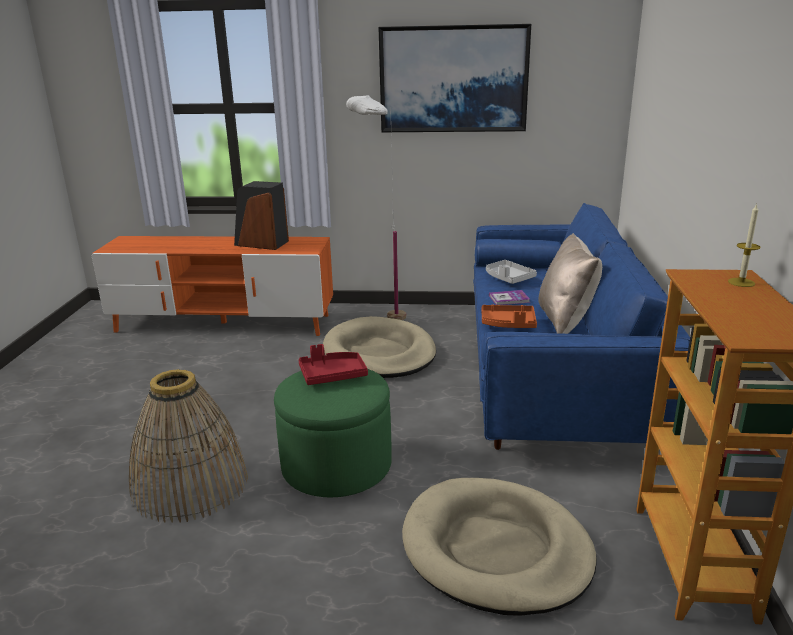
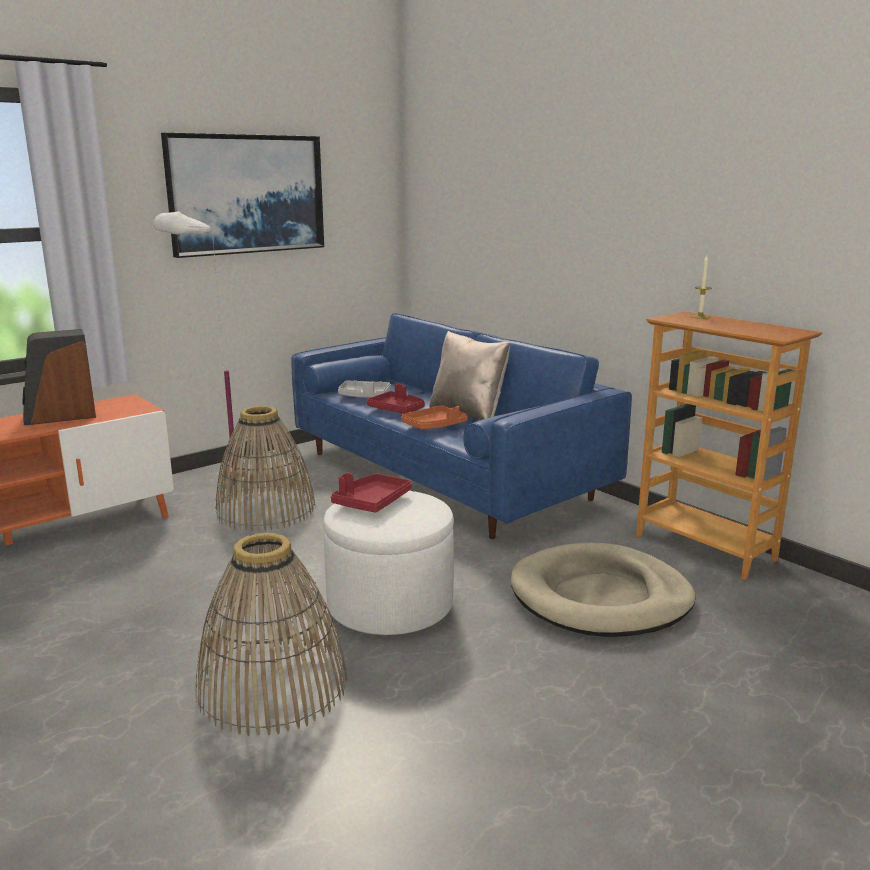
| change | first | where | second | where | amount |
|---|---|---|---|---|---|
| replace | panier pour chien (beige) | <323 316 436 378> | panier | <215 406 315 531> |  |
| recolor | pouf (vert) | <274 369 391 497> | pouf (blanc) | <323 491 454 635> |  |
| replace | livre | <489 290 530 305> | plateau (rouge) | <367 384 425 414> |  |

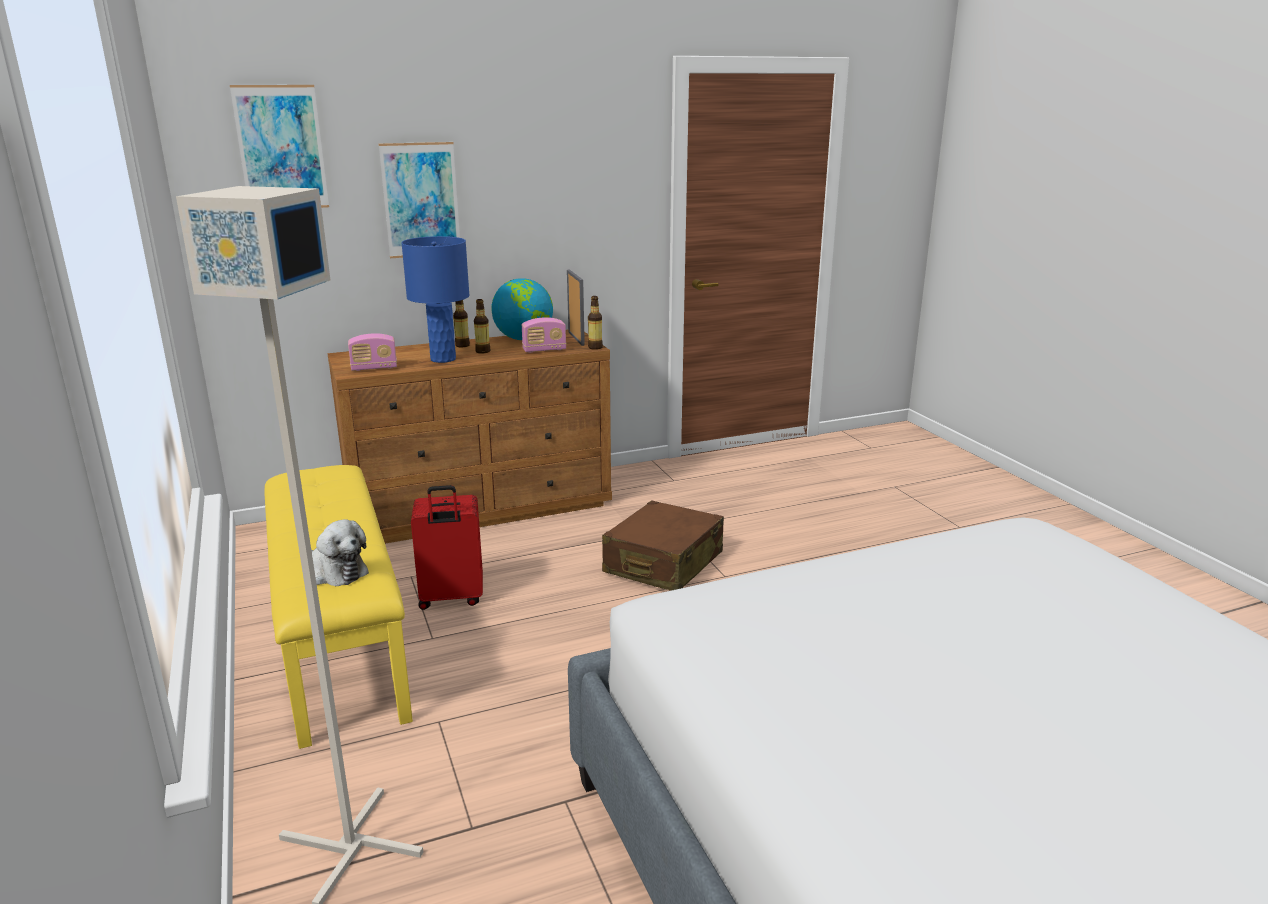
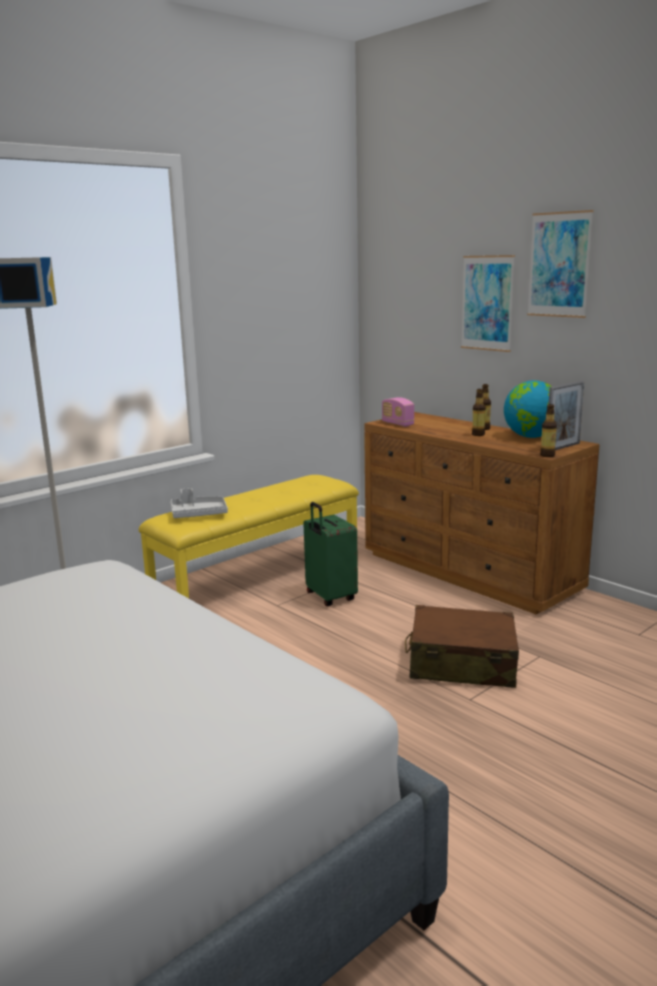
| change | first | where | second | where | amount |
|---|---|---|---|---|---|
| replace | peluche | <311 519 369 586> | plateau (gris) | <170 488 228 518> |  |
| recolor | valise (rouge) | <411 485 483 610> | valise (vert) | <303 502 358 606> |  |
| move | tableau | <230 85 329 208> |  | <527 210 594 318> |  |
| delete | lampe de table (bleu) | <401 236 470 363> |  |  |  |
| delete | radio | <522 317 566 353> |  |  |  |

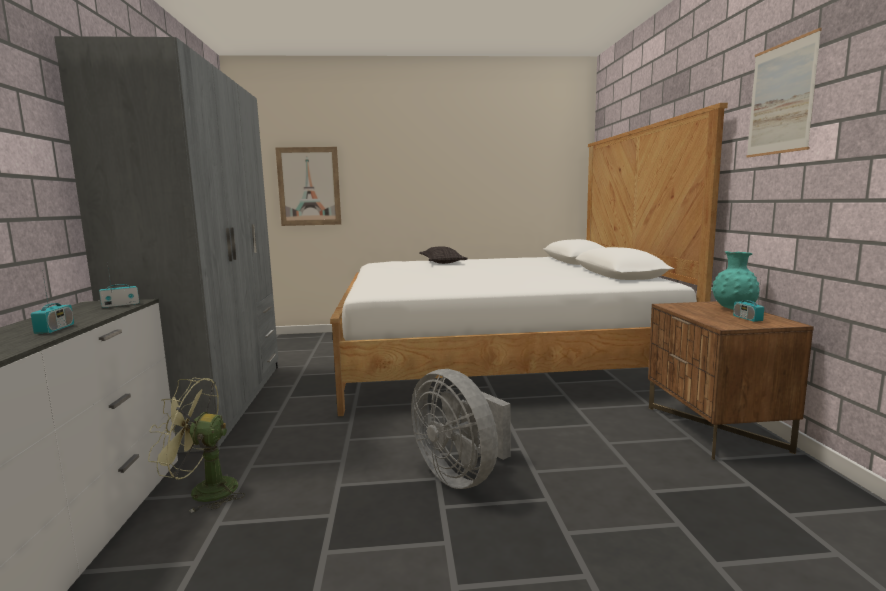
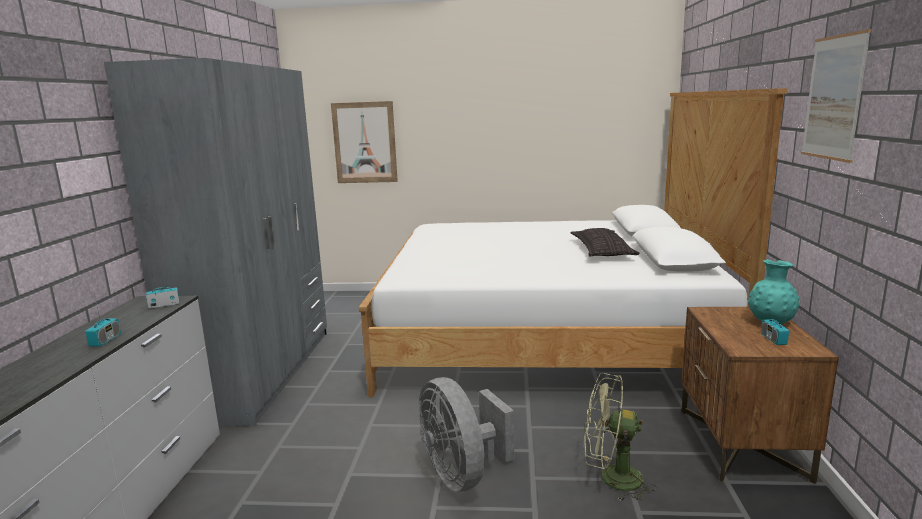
| change | first | where | second | where | amount |
|---|---|---|---|---|---|
| move | coussin | <420 246 468 264> |  | <571 228 640 257> |  |
| move | ventilateur (vert) | <148 378 245 513> |  | <584 373 657 501> |  |

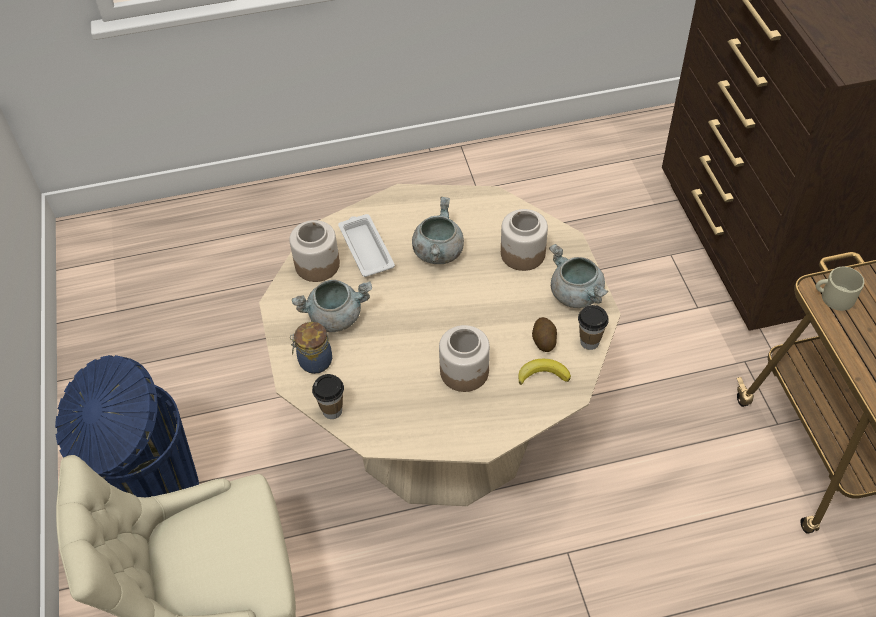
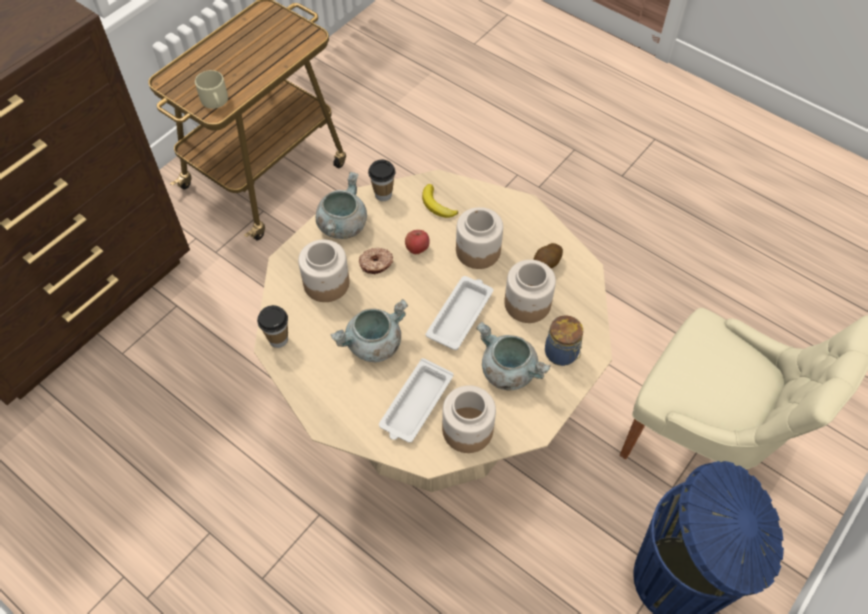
| change | first | where | second | where | amount |
|---|---|---|---|---|---|
| move | tasse | <312 374 344 419> |  | <257 305 288 348> |  |
| insert |  |  | beignet | <359 247 393 274> |  |
| insert |  |  | pomme | <405 230 430 254> |  |
| insert |  |  | plateau (blanc) | <426 276 493 350> |  |
| insert |  |  | bocal | <504 260 556 323> |  |
| move | pomme de terre | <532 317 557 352> |  | <533 243 563 268> |  |

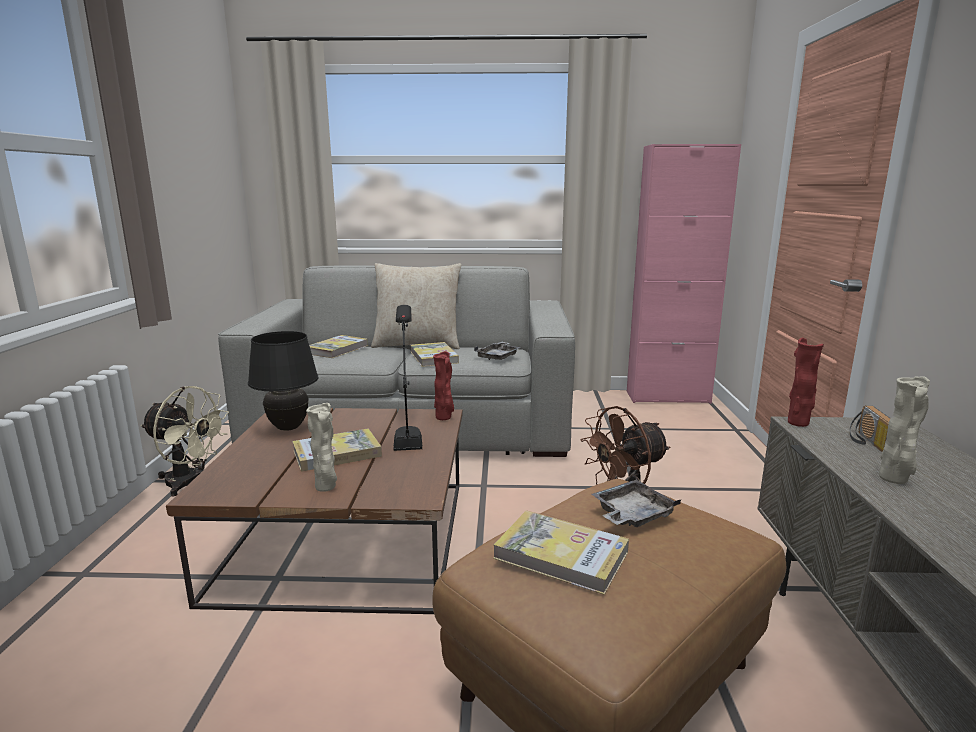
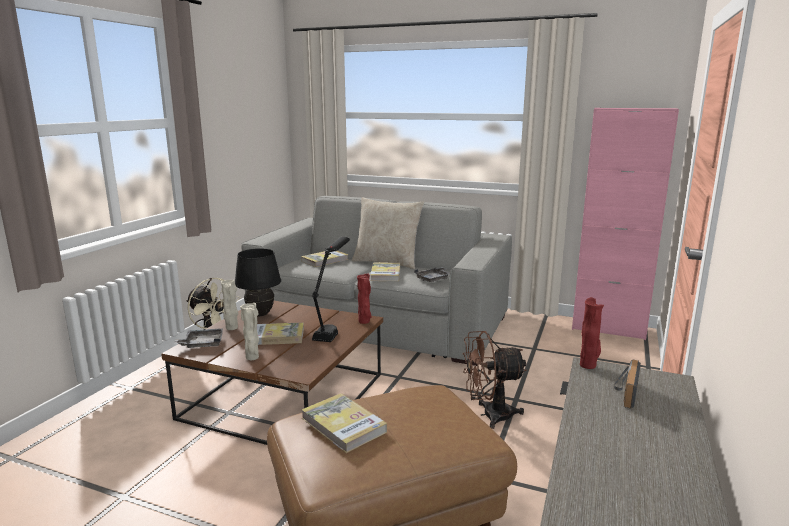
| change | first | where | second | where | amount |
|---|---|---|---|---|---|
| move | plateau (gris) | <591 480 681 527> |  | <174 328 223 348> |  |
| move | vase (beige) | <879 376 930 484> |  | <221 280 238 330> |  |

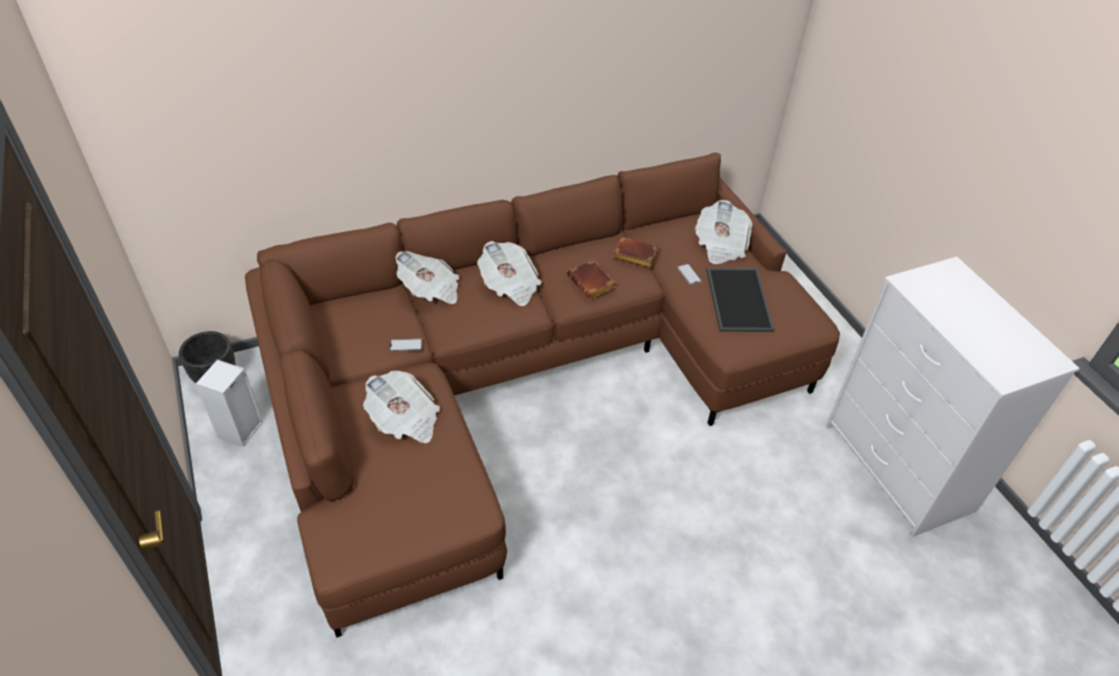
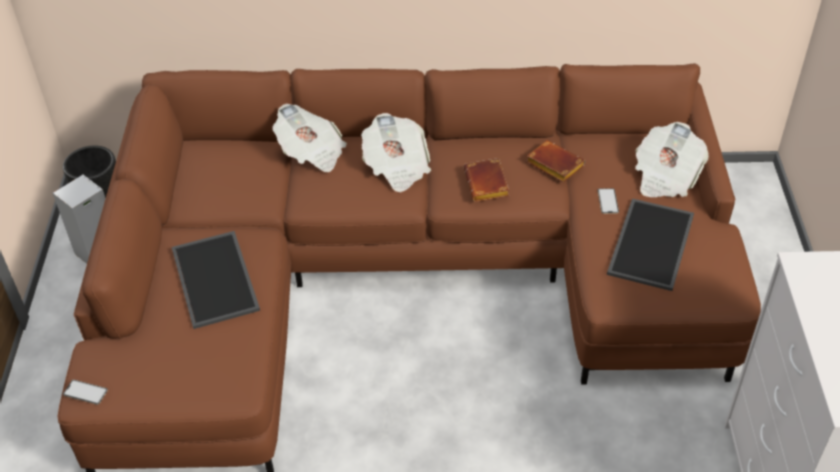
| change | first | where | second | where | amount |
|---|---|---|---|---|---|
| move | téléphone | <389 339 422 352> |  | <63 380 108 405> |  |
| replace | journal | <363 371 440 443> | plateau | <172 231 260 329> |  |

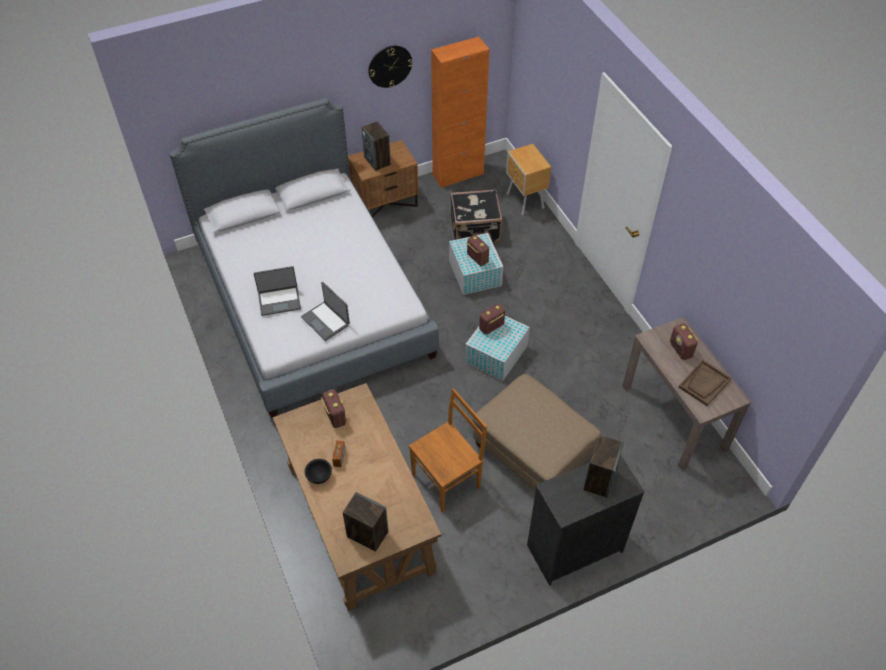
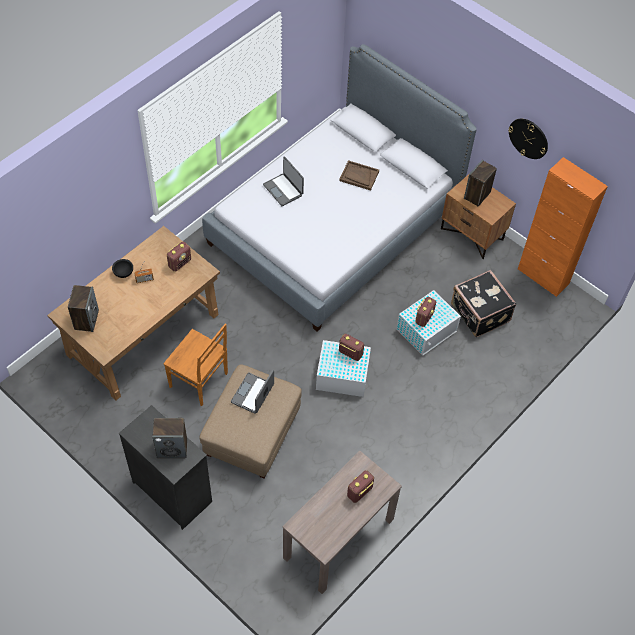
| change | first | where | second | where | amount |
|---|---|---|---|---|---|
| move | ordinateur portable | <301 282 350 341> |  | <231 370 274 414> |  |
| move | plateau (marron) | <678 360 731 406> |  | <339 160 379 190> |  |
| delete | table de chevet (marron) | <506 144 551 215> |  |  |  |

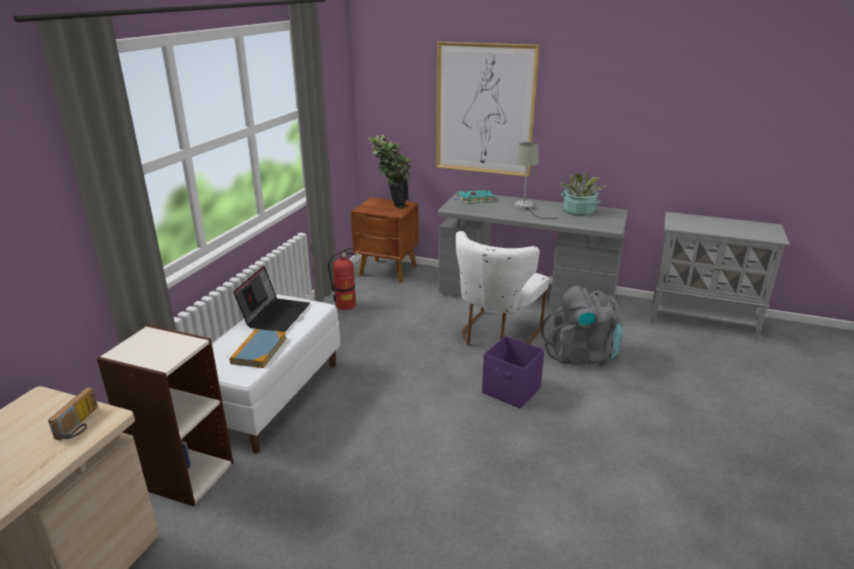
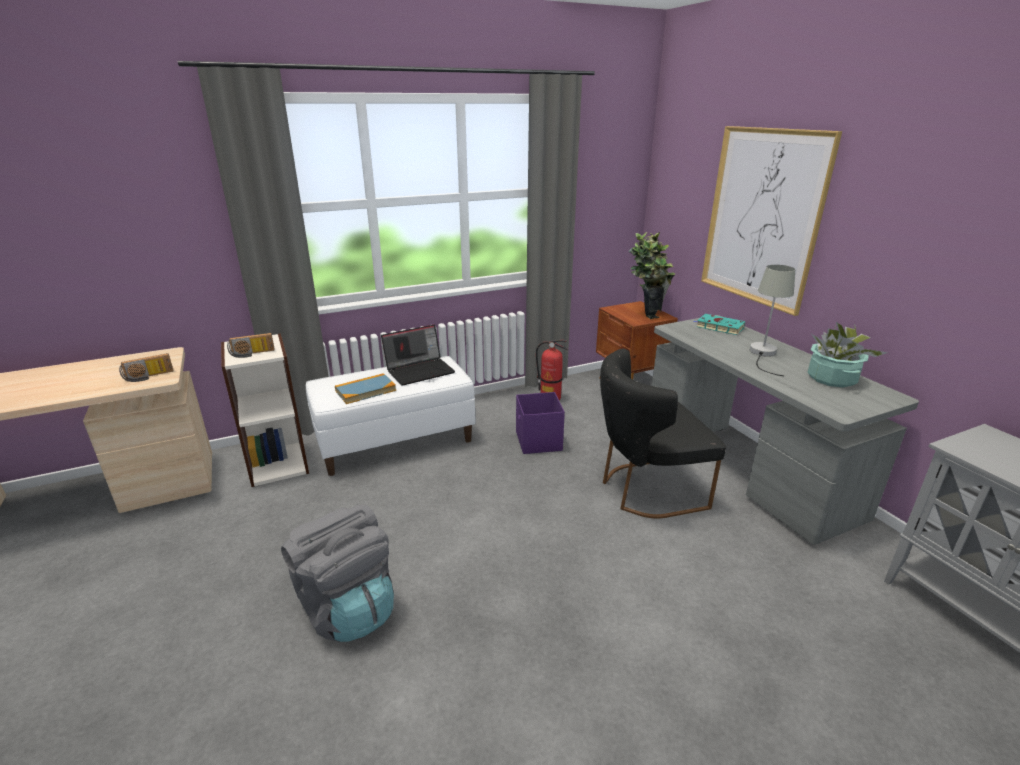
| change | first | where | second | where | amount |
|---|---|---|---|---|---|
| insert |  |  | radio | <227 333 275 358> |  |
| move | sac à dos (gris) | <541 286 623 366> |  | <281 505 394 642> |  |
| move | boîte de rangement (violet) | <482 336 544 409> |  | <516 392 565 454> |  |
| recolor | chaise (blanc) | <456 231 549 345> | chaise (noir) | <600 349 726 519> |  |

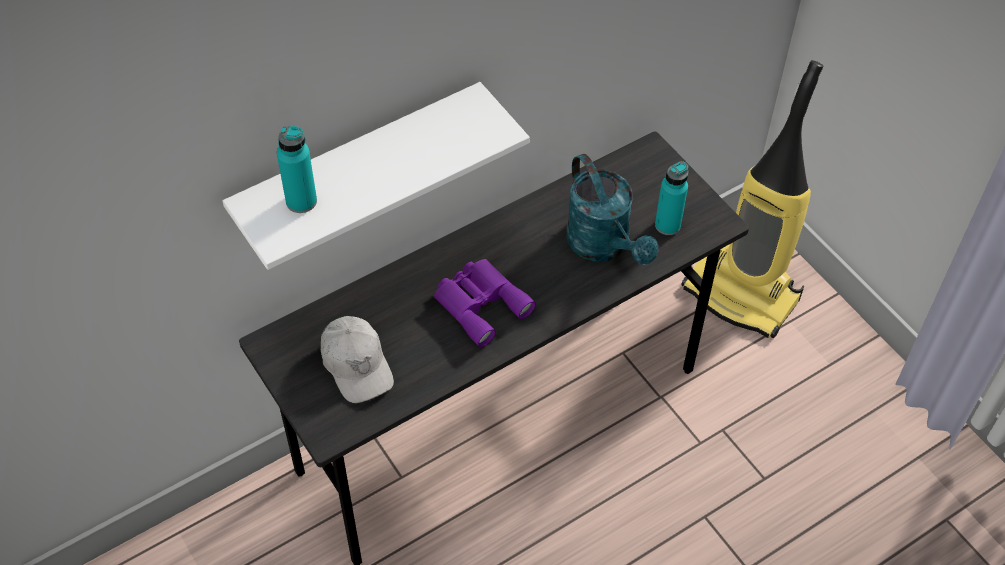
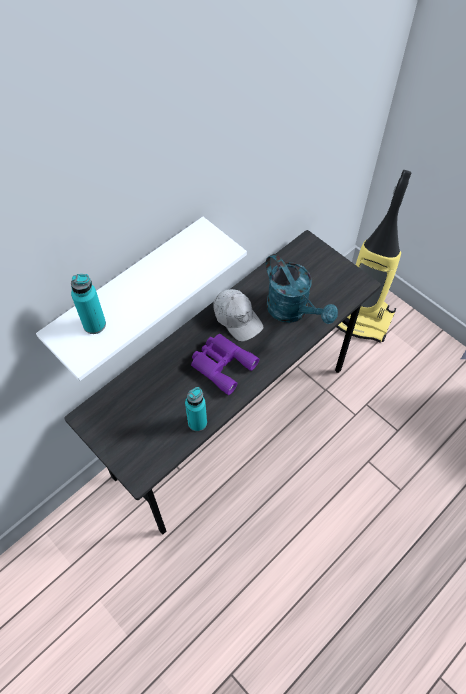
| change | first | where | second | where | amount |
|---|---|---|---|---|---|
| move | bouteille (turquoise) | <655 161 689 235> |  | <185 387 207 432> |  |
| move | casquette (blanc) | <321 316 394 403> |  | <213 289 263 342> |  |

